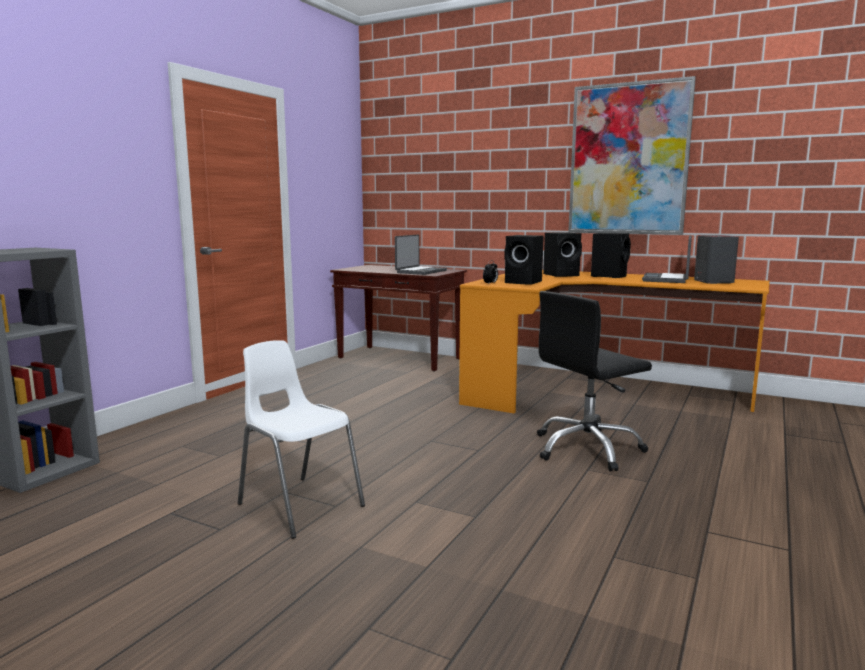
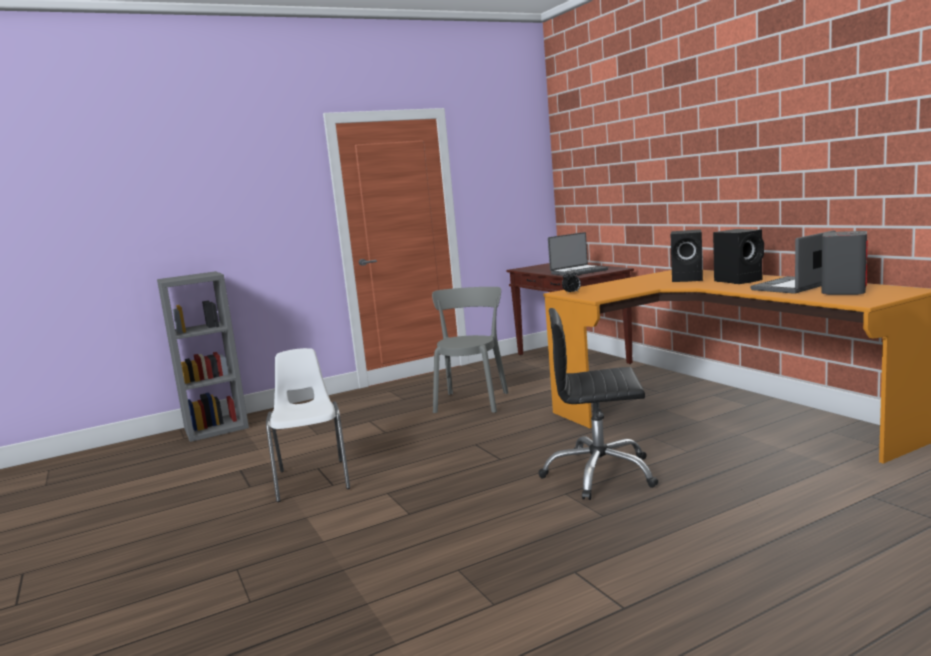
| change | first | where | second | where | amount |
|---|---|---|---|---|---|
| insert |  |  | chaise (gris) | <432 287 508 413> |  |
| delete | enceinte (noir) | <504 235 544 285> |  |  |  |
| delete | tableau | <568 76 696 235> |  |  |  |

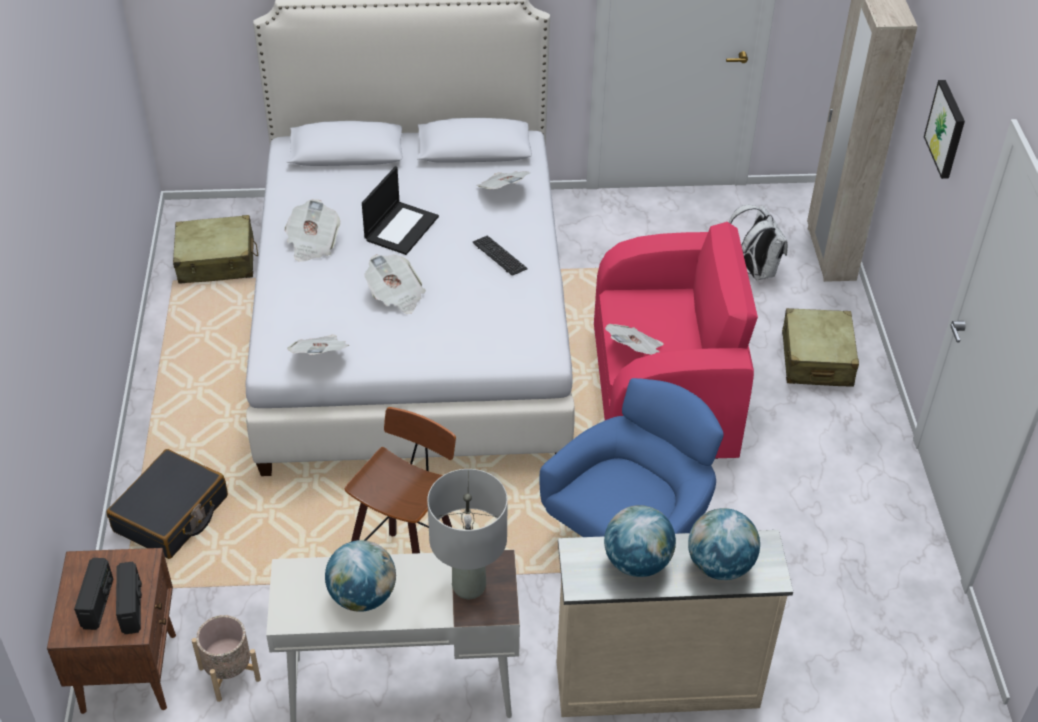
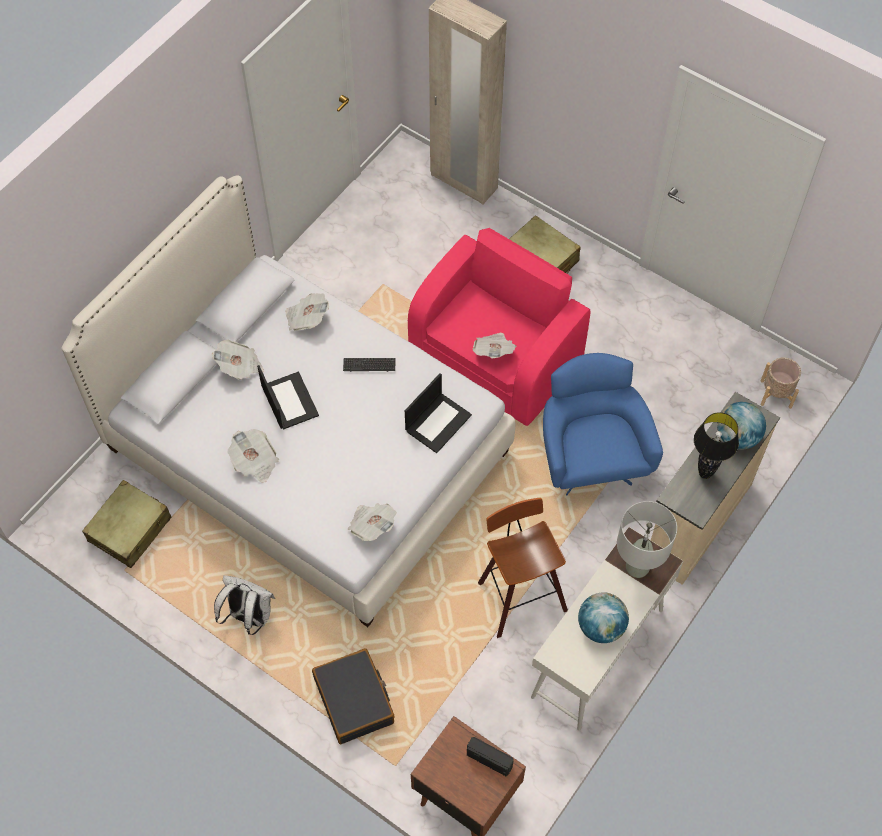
| change | first | where | second | where | amount |
|---|---|---|---|---|---|
| move | journal | <364 254 426 314> |  | <212 340 264 380> |  |
| move | sac à dos (blanc) | <729 205 788 280> |  | <214 575 275 635> |  |
| insert |  |  | ordinateur portable | <405 373 472 453> |  |
| replace | globe | <604 505 676 577> | lampe de table (noir) | <694 412 739 479> |  |
| move | cache-pot (beige) | <192 615 261 702> |  | <761 357 801 409> |  |
| delete | radio | <74 558 113 630> |  |  |  |
| delete | tableau | <924 80 965 179> |  |  |  |

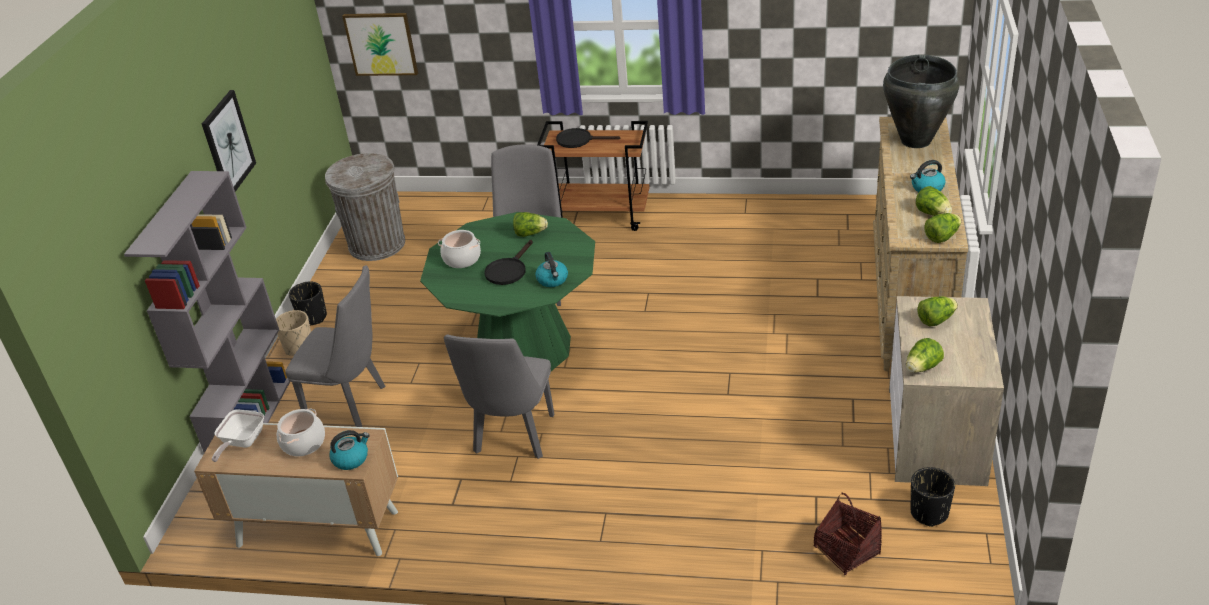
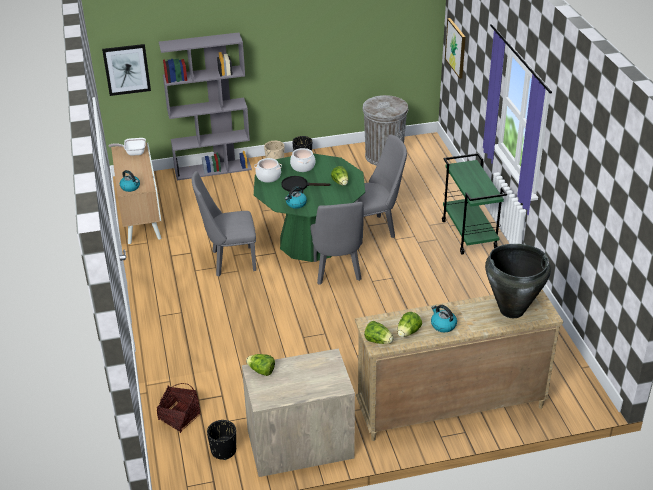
| change | first | where | second | where | amount |
|---|---|---|---|---|---|
| move | tableau | <202 90 256 192> |  | <102 44 151 96> |  |
| move | marmite | <277 409 325 456> |  | <254 158 282 182> |  |
| move | chaise (gris) | <285 265 386 427> |  | <310 202 364 285> |  |
| recolor | chariot (marron) | <537 121 650 231> | chariot (vert) | <442 153 507 255> |  |
| delete | poêle (noir) | <556 128 620 148> |  |  |  |
| delete | laitue | <917 296 958 326> |  |  |  |

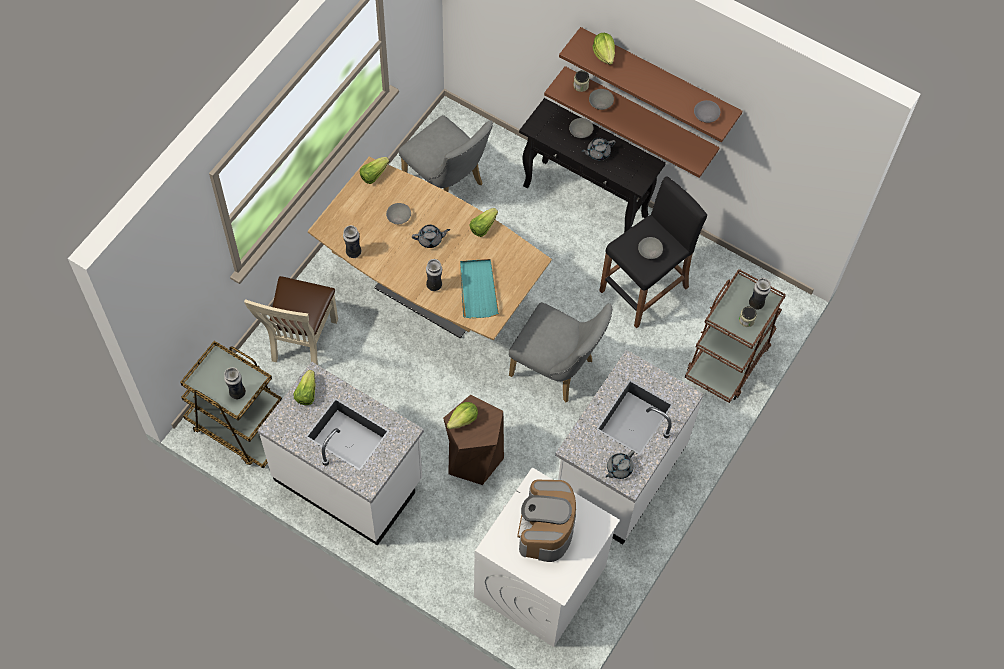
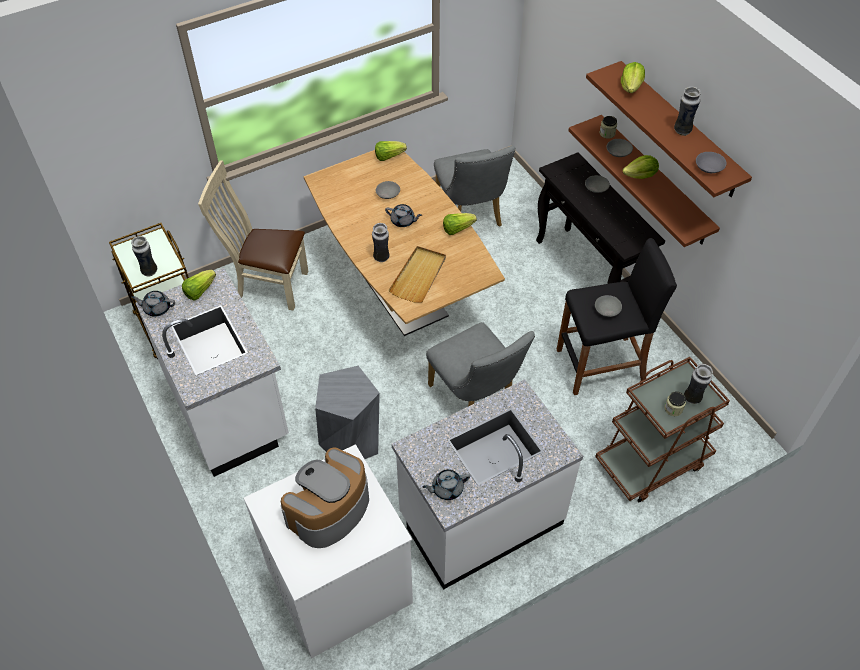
| change | first | where | second | where | amount |
|---|---|---|---|---|---|
| move | théière (gris) | <581 138 616 160> |  | <131 291 175 317> |  |
| rotate | chaise (beige) | <244 276 338 365> |  | <198 160 308 311> | 60 degrees clockwise |
| recolor | tabouret (marron) | <443 395 504 485> | tabouret (gris) | <315 366 380 459> |  |
| recolor | plateau (turquoise) | <460 259 499 318> | plateau (beige) | <388 246 446 303> |  |
| move | laitue | <447 402 478 429> |  | <623 155 659 179> |  |
| move | vase | <343 225 361 258> |  | <674 87 701 136> |  |

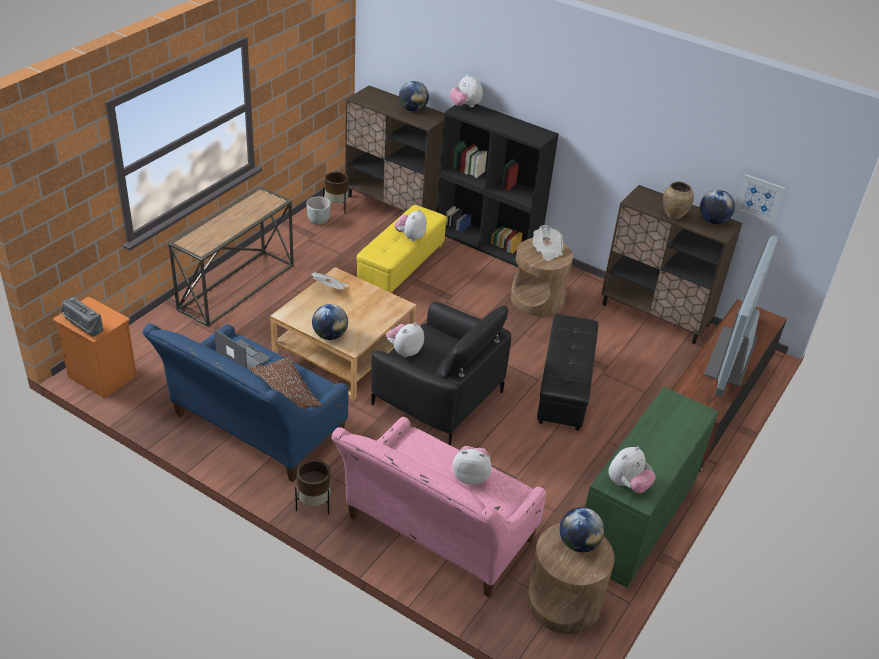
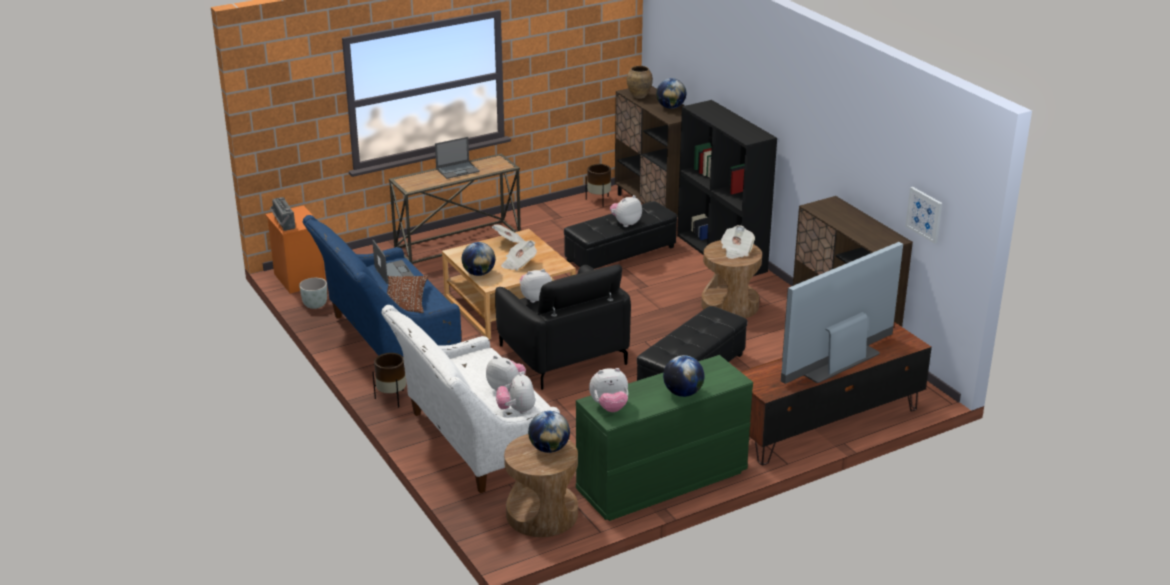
| change | first | where | second | where | amount |
|---|---|---|---|---|---|
| move | cache-pot (gris) | <306 197 331 225> |  | <299 278 327 309> |  |
| recolor | canapé (rose) | <332 417 546 597> | canapé (blanc) | <381 305 560 493> |  |
| insert |  |  | ordinateur portable | <435 137 480 179> |  |
| move | peluche | <450 74 483 107> |  | <496 372 535 414> |  |
| insert |  |  | journal | <501 240 537 271> |  |
| recolor | pouf (jaune) | <357 205 447 293> | pouf (noir) | <564 201 677 269> |  |
| move | vase (marron) | <663 182 694 220> |  | <627 66 653 99> |  |
| move | globe | <700 190 735 224> |  | <663 355 704 397> |  |

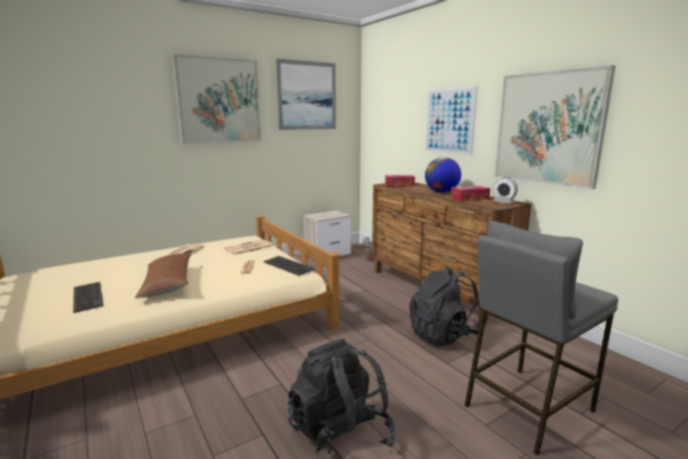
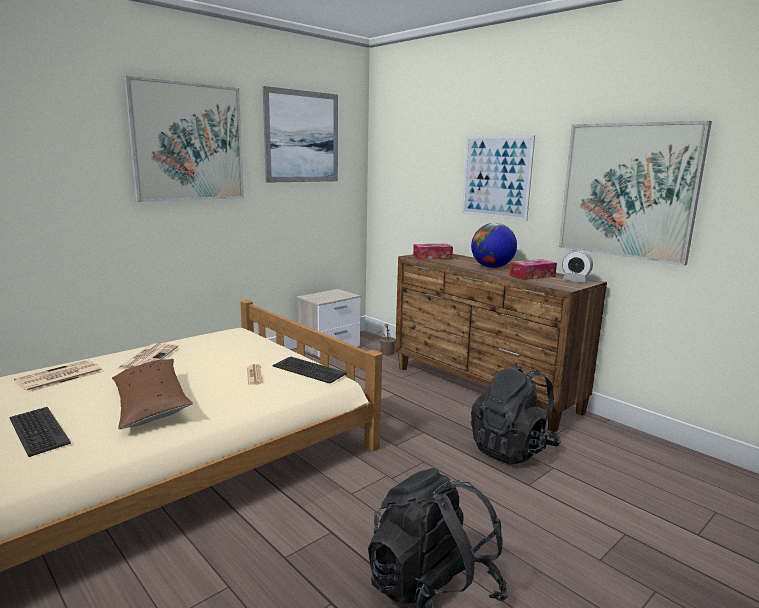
| change | first | where | second | where | amount |
|---|---|---|---|---|---|
| move | journal | <224 240 274 255> |  | <14 360 103 392> |  |
| delete | tabouret (gris) | <465 221 618 455> |  |  |  |

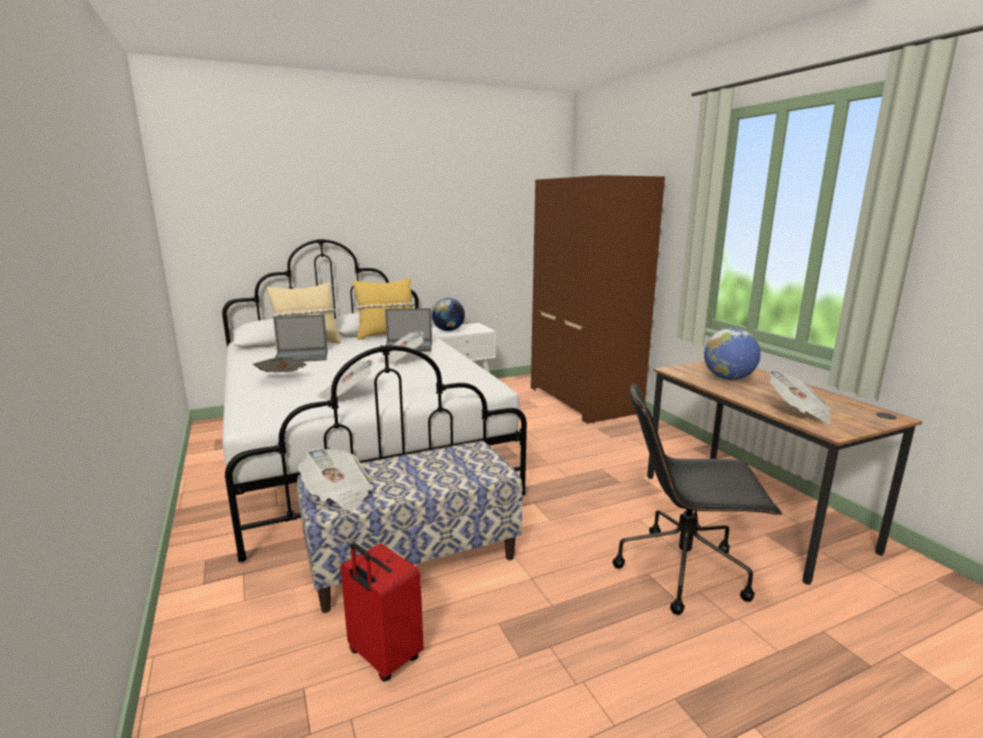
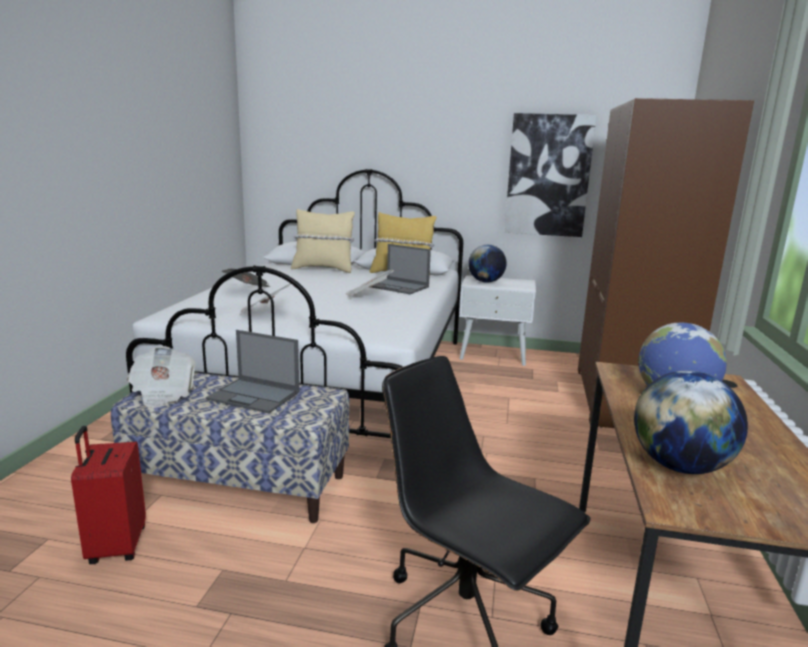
| change | first | where | second | where | amount |
|---|---|---|---|---|---|
| move | ordinateur portable | <273 315 328 362> |  | <206 330 299 413> |  |
| insert |  |  | tableau | <504 113 597 237> |  |
| replace | journal | <769 370 831 424> | globe | <634 371 748 474> |  |

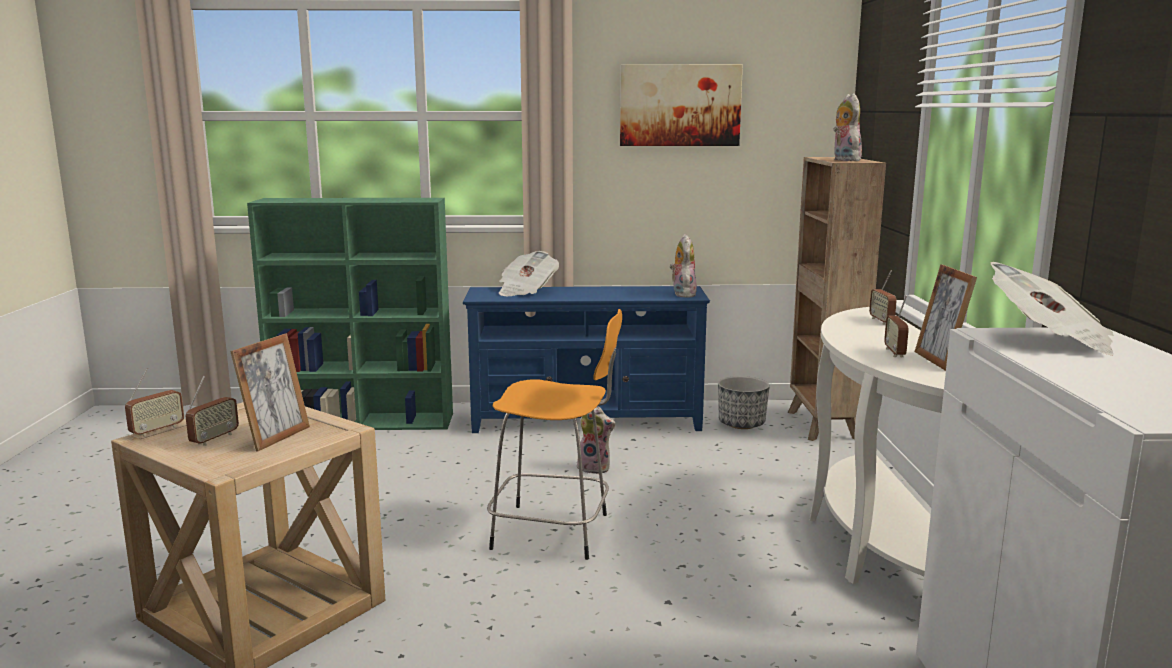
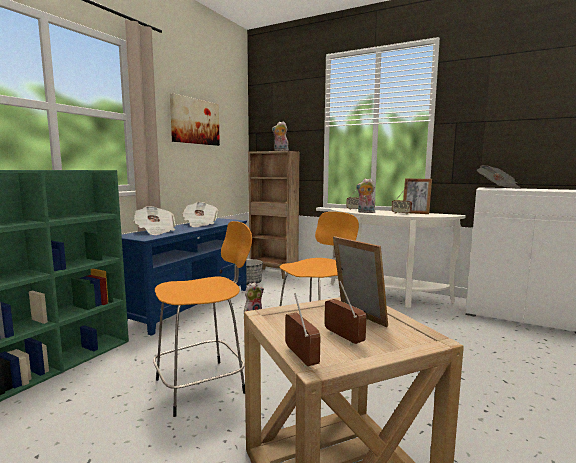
| change | first | where | second | where | amount |
|---|---|---|---|---|---|
| insert |  |  | tabouret (orange) | <153 221 252 417> |  |
| insert |  |  | journal | <182 202 218 227> |  |
| move | peluche | <670 234 697 298> |  | <356 178 375 213> |  |

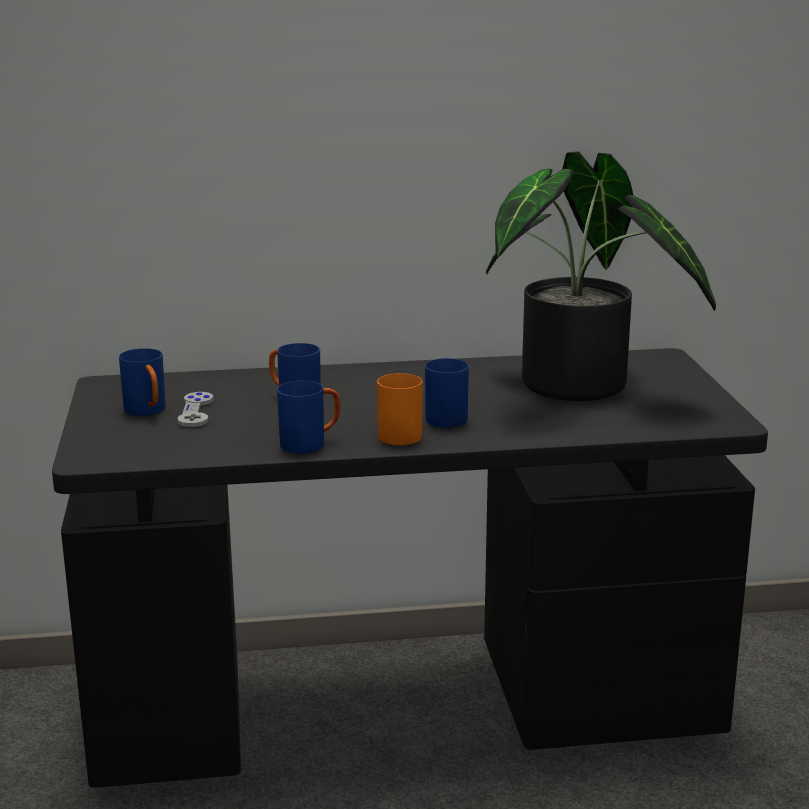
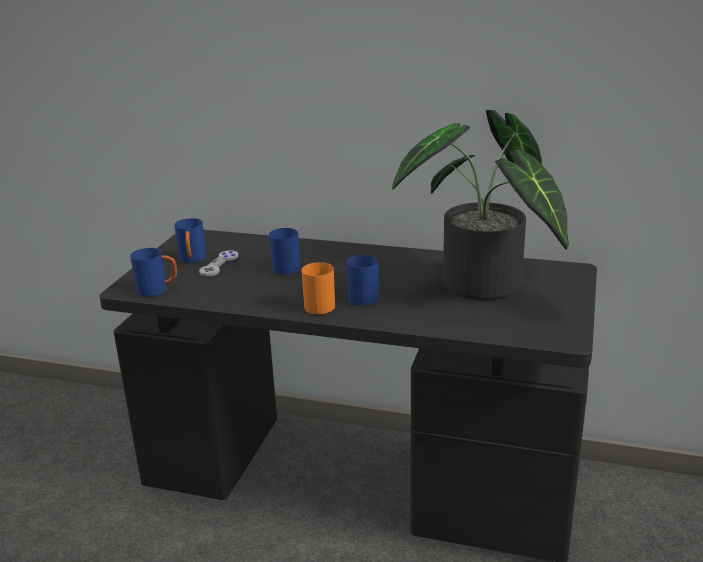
| change | first | where | second | where | amount |
|---|---|---|---|---|---|
| move | mug (bleu) | <277 381 340 454> |  | <130 248 177 297> |  |

